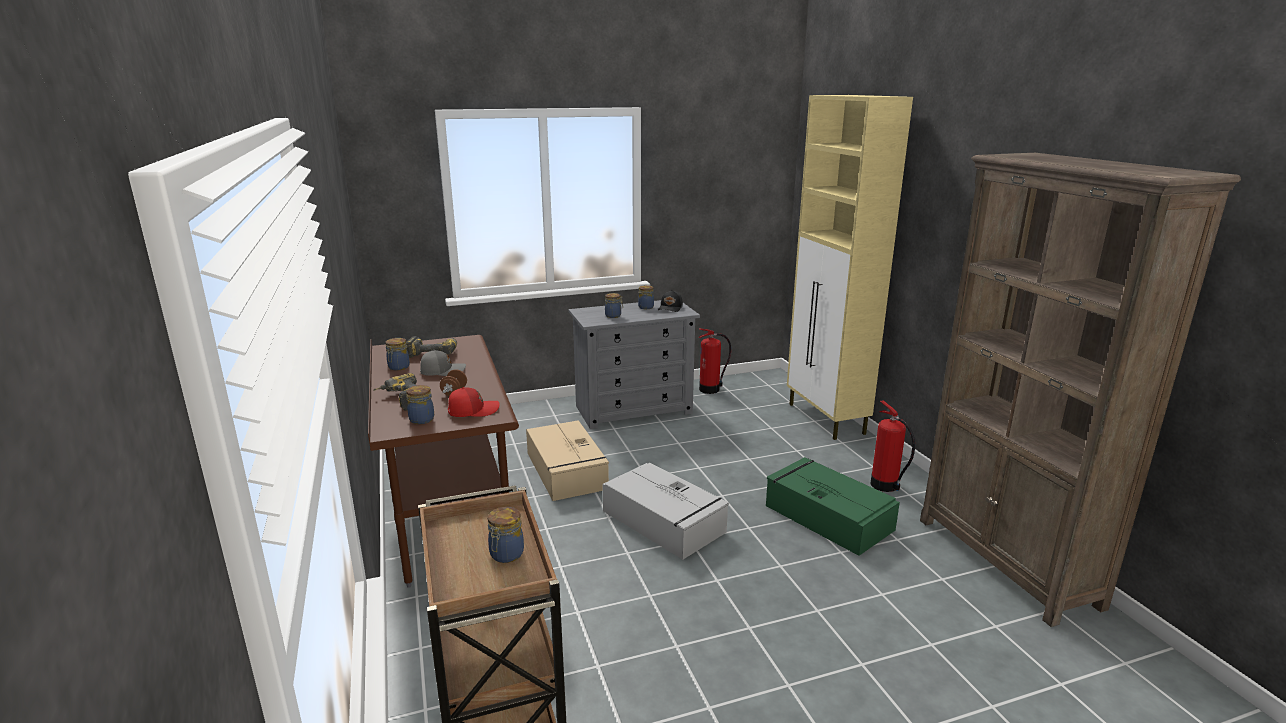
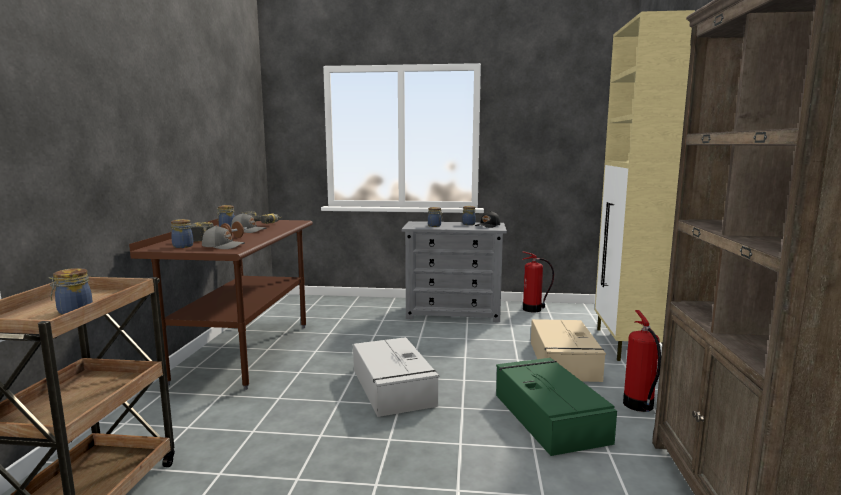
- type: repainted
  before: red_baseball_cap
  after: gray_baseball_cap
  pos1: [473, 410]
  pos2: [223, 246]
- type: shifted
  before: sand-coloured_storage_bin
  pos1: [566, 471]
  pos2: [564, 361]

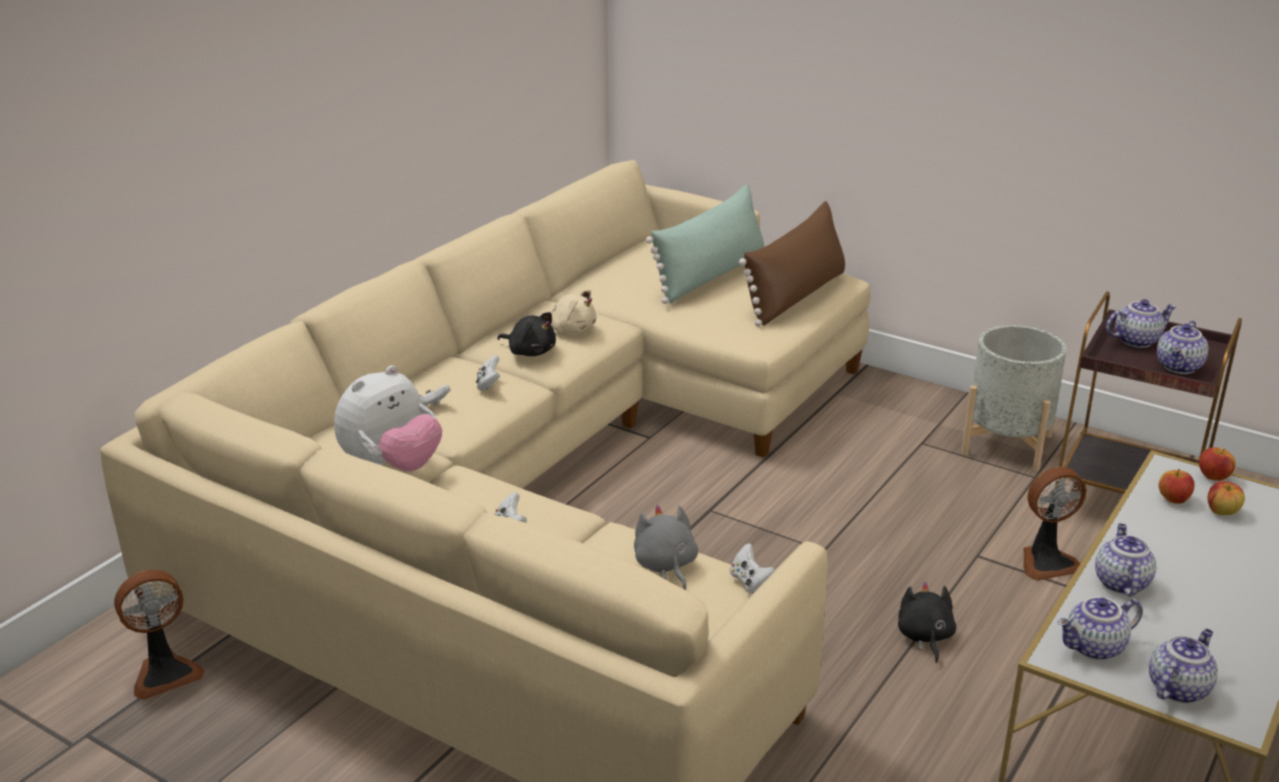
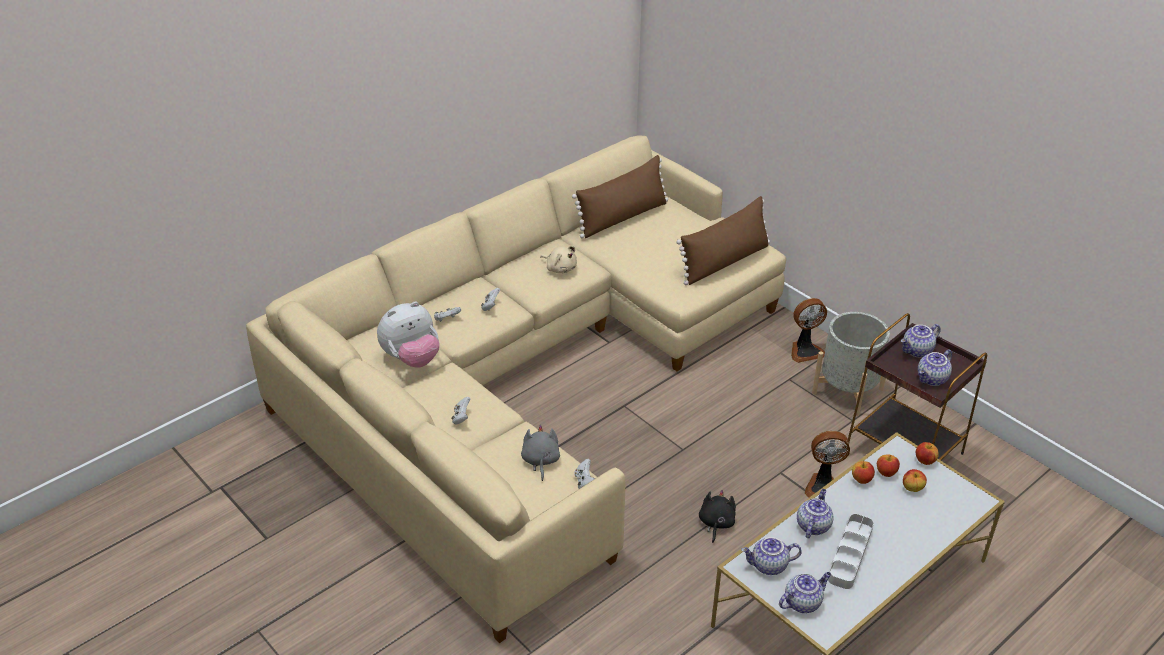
- type: gone
  before: greenish_cushion
  pos1: [711, 276]
- type: rotated
  before: pot_for_tea
  pos1: [1136, 340]
  pos2: [917, 351]
  turn: 150
- type: gone
  before: black_cuddly_toy
  pos1: [530, 351]
- type: shifted
  before: electric_fan
  pos1: [165, 673]
  pos2: [805, 350]
- type: new
  after: brown-coloured_cushion
  pos2: [622, 217]
- type: new
  after: apple
  pos2: [861, 479]
- type: new
  after: gray_carrying_tray
  pos2: [850, 554]

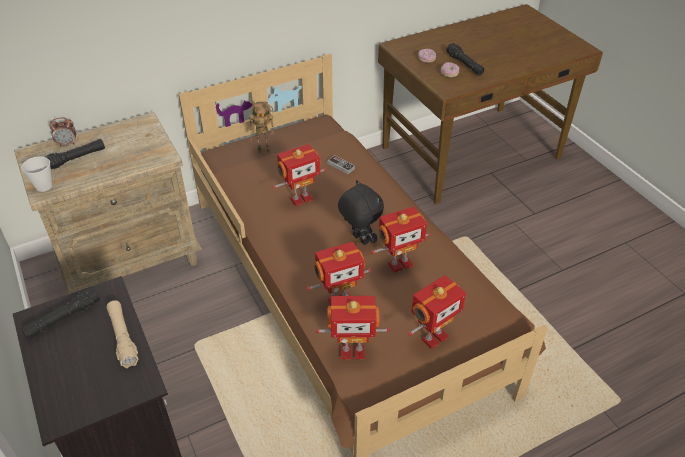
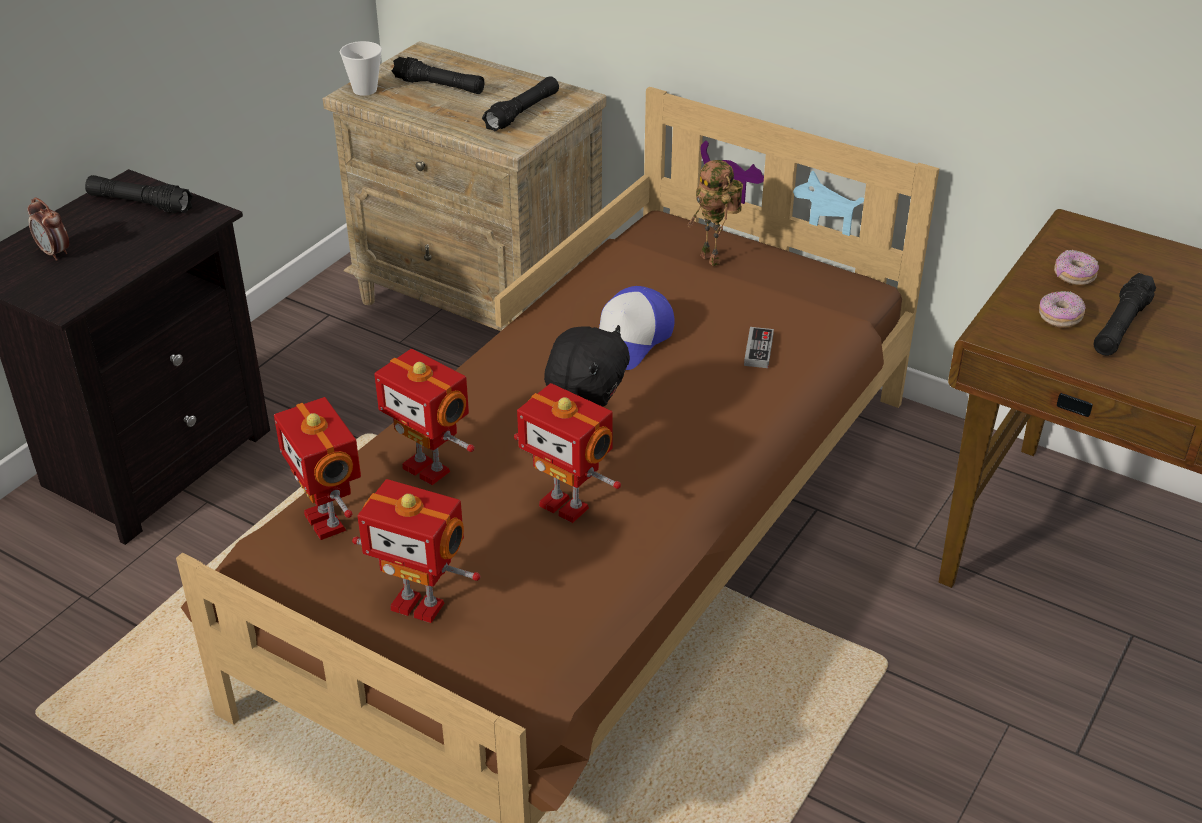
- type: shifted
  before: alarm_clock
  pos1: [67, 144]
  pos2: [55, 253]
- type: swapped
  before: toy_robot
  after: baseball_cap
  pos1: [300, 198]
  pos2: [630, 340]
- type: gone
  before: sand-coloured_hand_torch
  pos1: [123, 337]
- type: new
  after: black_hand_torch
  pos2: [522, 112]

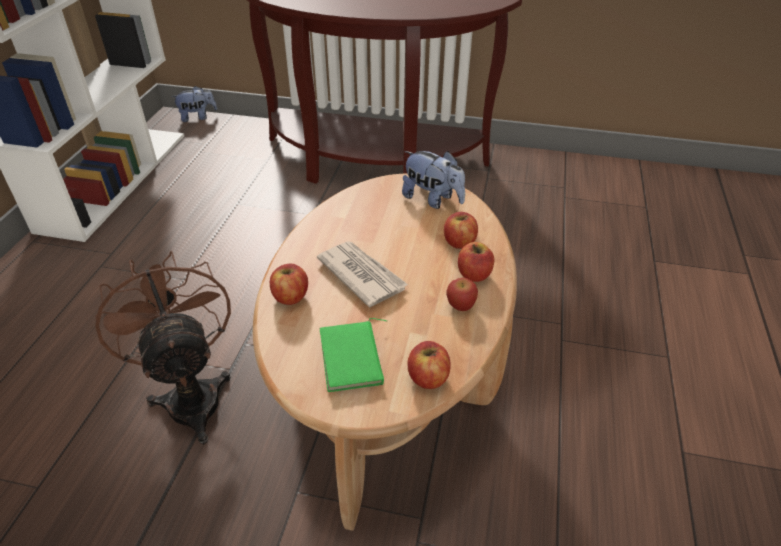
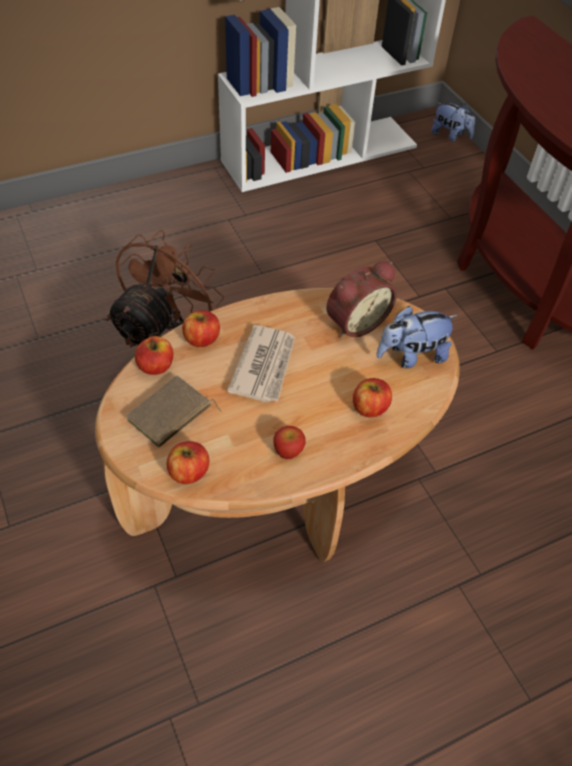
- type: rotated
  before: cuddly_toy
  pos1: [432, 199]
  pos2: [411, 356]
  turn: 75
- type: shifted
  before: apple
  pos1: [474, 274]
  pos2: [156, 366]
- type: repainted
  before: greenish_book
  after: brown-coloured_book
  pos1: [354, 359]
  pos2: [171, 415]
- type: new
  after: alarm_clock
  pos2: [355, 322]

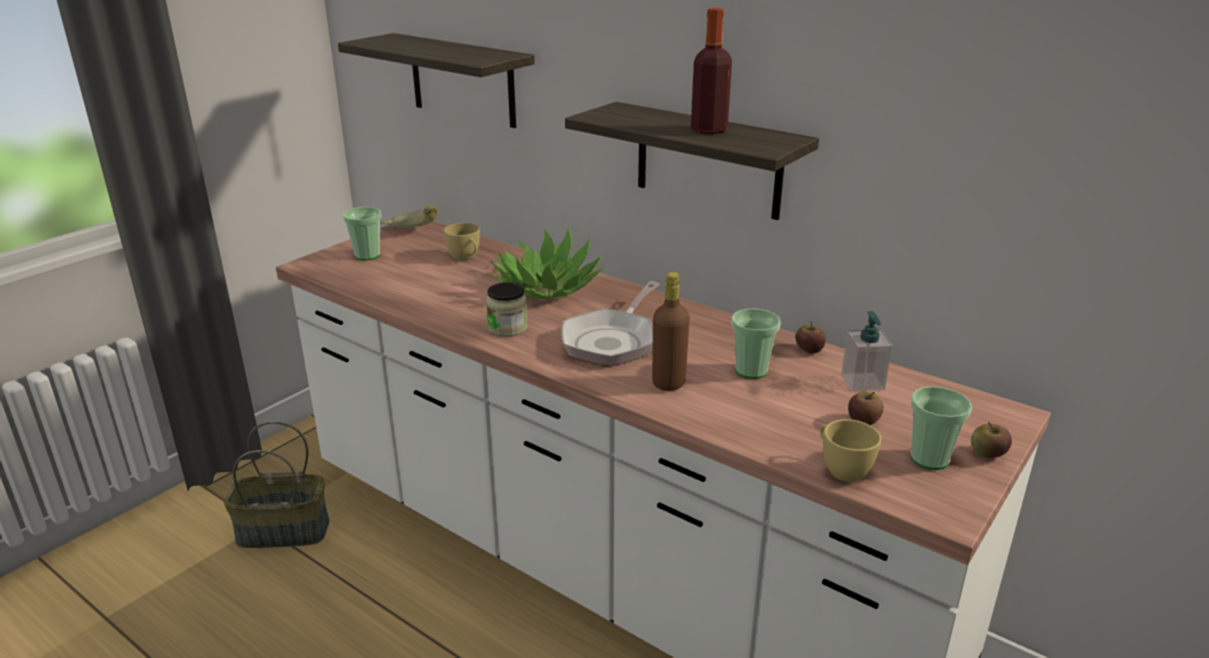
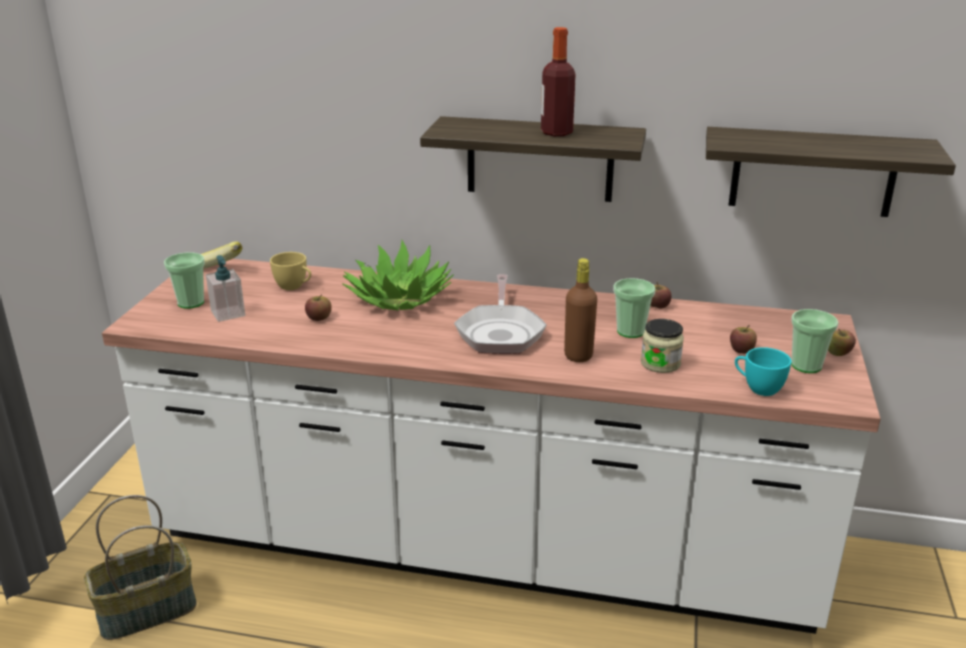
- type: shifted
  before: bracket_shelf
  pos1: [462, 80]
  pos2: [813, 172]
- type: shifted
  before: preserve_jar
  pos1: [507, 328]
  pos2: [660, 363]
- type: shifted
  before: soap_bottle
  pos1: [862, 382]
  pos2: [228, 313]
- type: repainted
  before: yellowish_drinking_cup
  after: turquoise-coloured_drinking_cup
  pos1: [841, 469]
  pos2: [758, 388]
- type: new
  after: apple
  pos2: [319, 318]

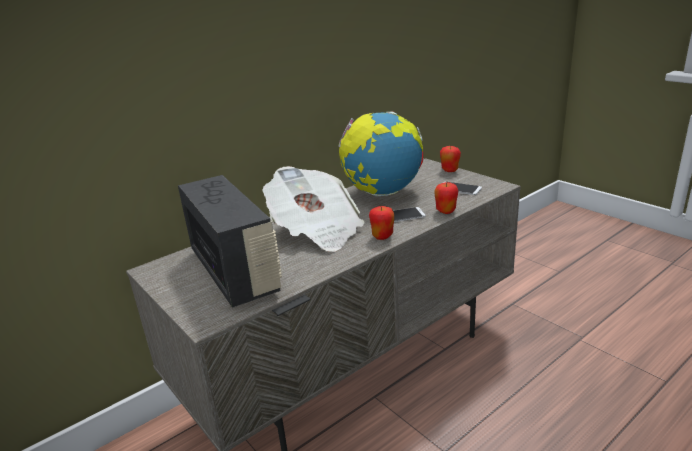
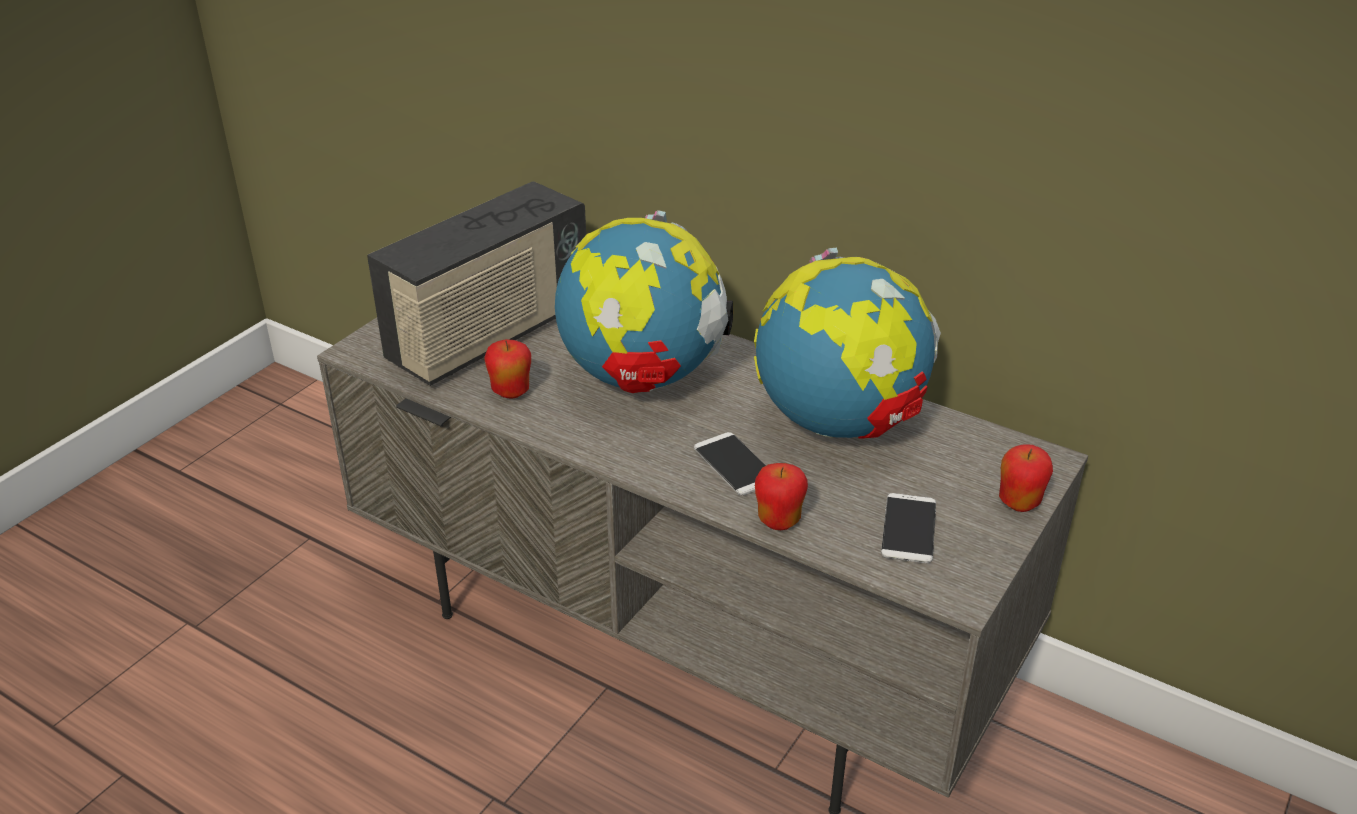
- type: swapped
  before: newspaper
  after: desk_globe
  pos1: [316, 231]
  pos2: [642, 379]
- type: shifted
  before: apple
  pos1: [382, 236]
  pos2: [511, 392]

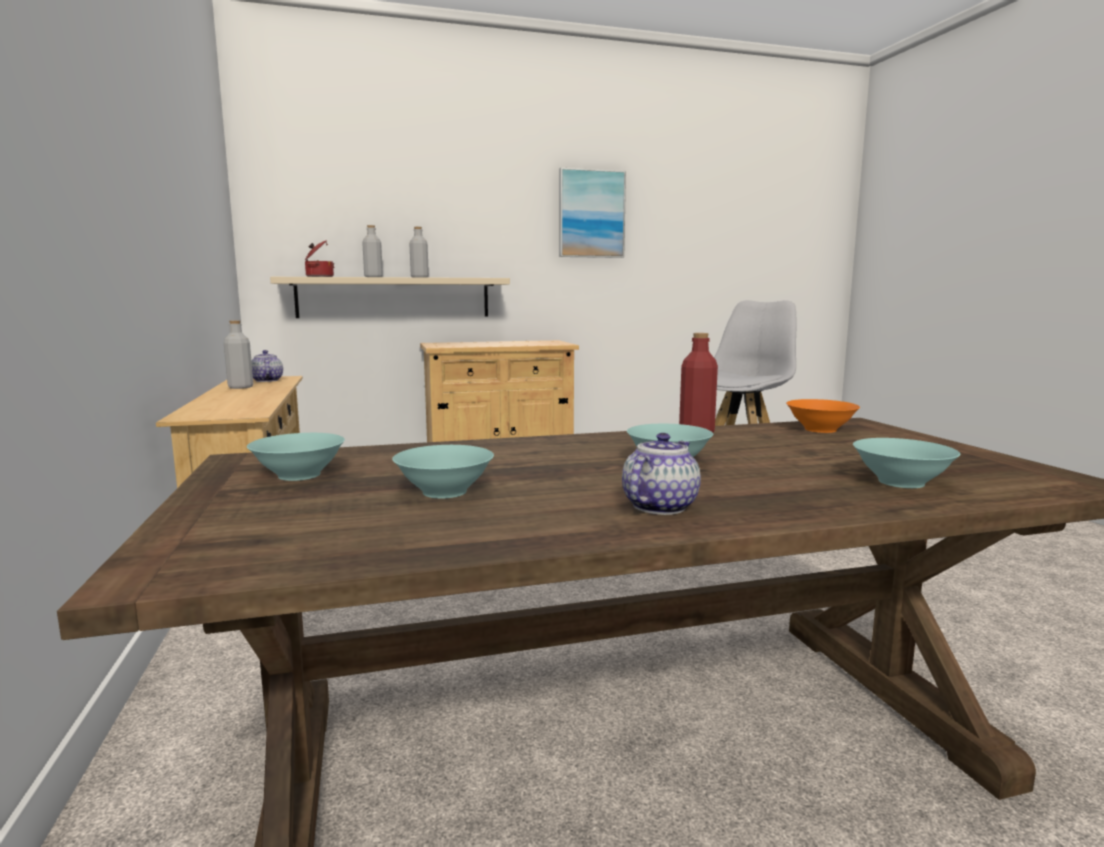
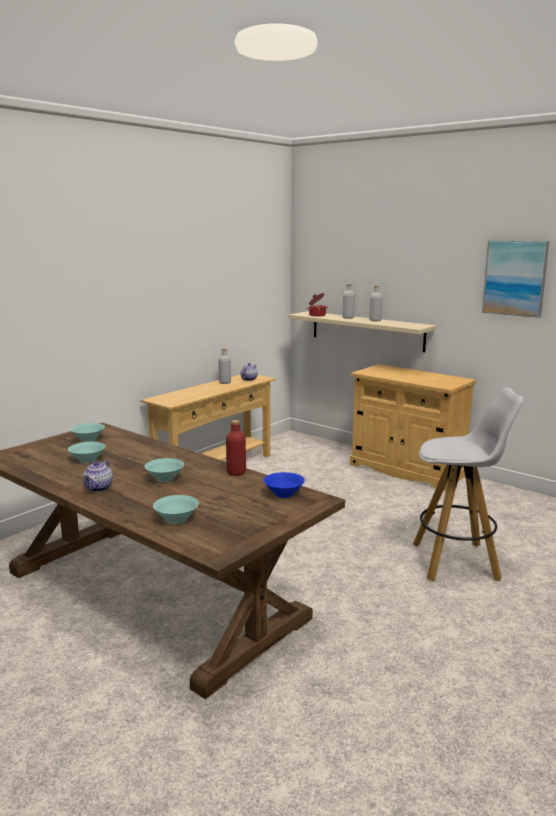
- type: repainted
  before: orangey_serving_bowl
  after: blue_serving_bowl
  pos1: [820, 430]
  pos2: [283, 494]
- type: rotated
  before: pot_for_tea
  pos1: [659, 506]
  pos2: [98, 488]
  turn: 105

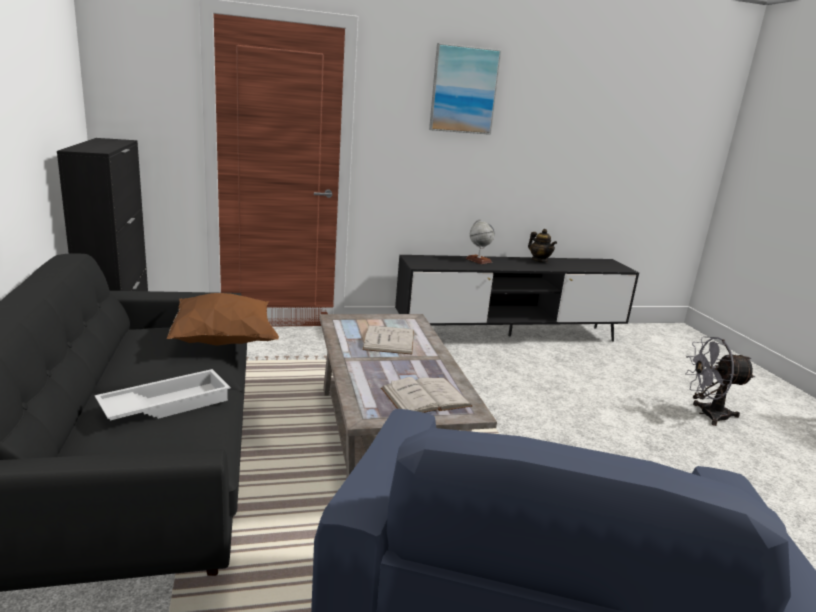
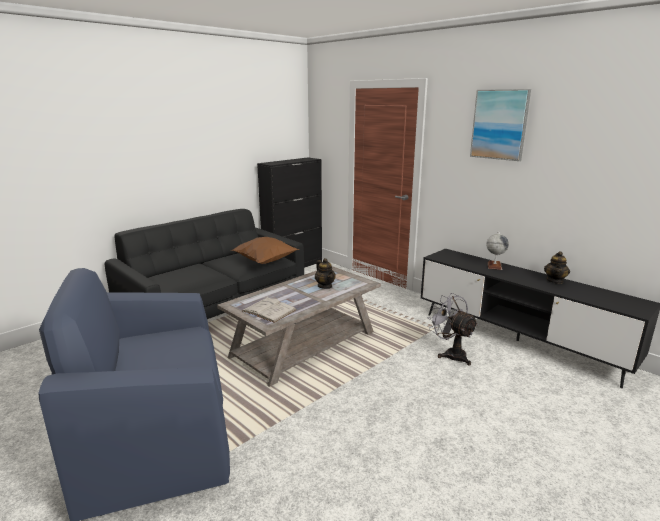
- type: swapped
  before: white-coloured_book
  after: pot_for_tea
  pos1: [389, 340]
  pos2: [325, 286]
- type: shifted
  before: gray_electric_fan
  pos1: [707, 414]
  pos2: [451, 354]
- type: gone
  before: white-coloured_carrying_tray
  pos1: [166, 404]

